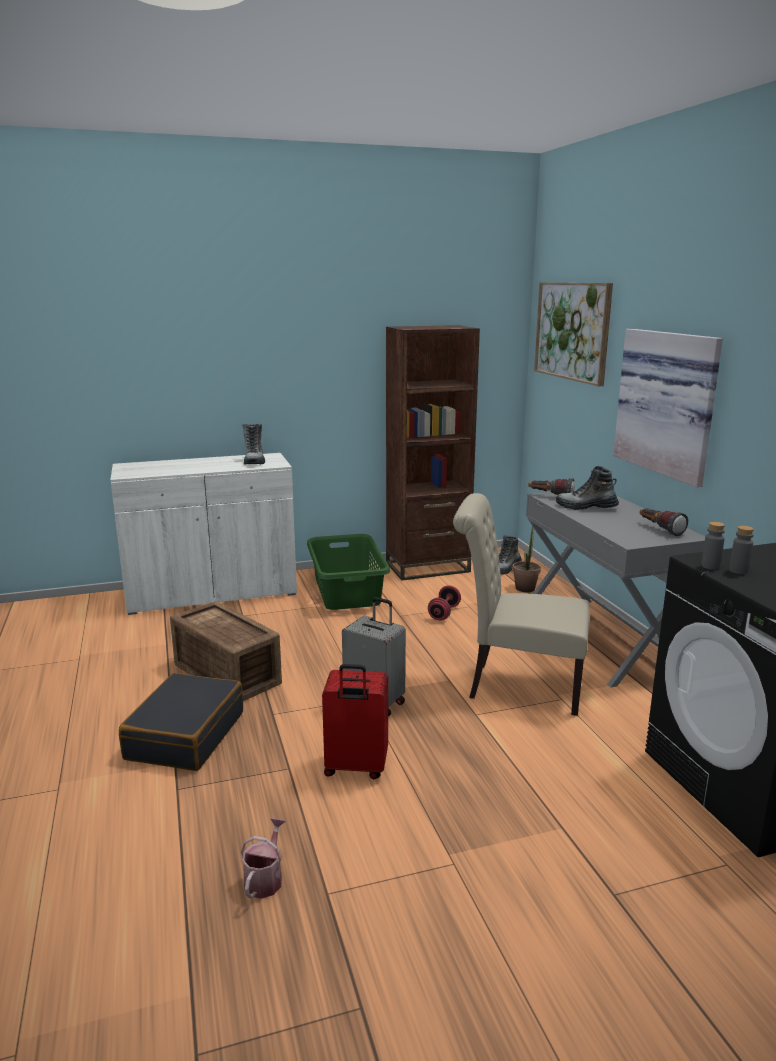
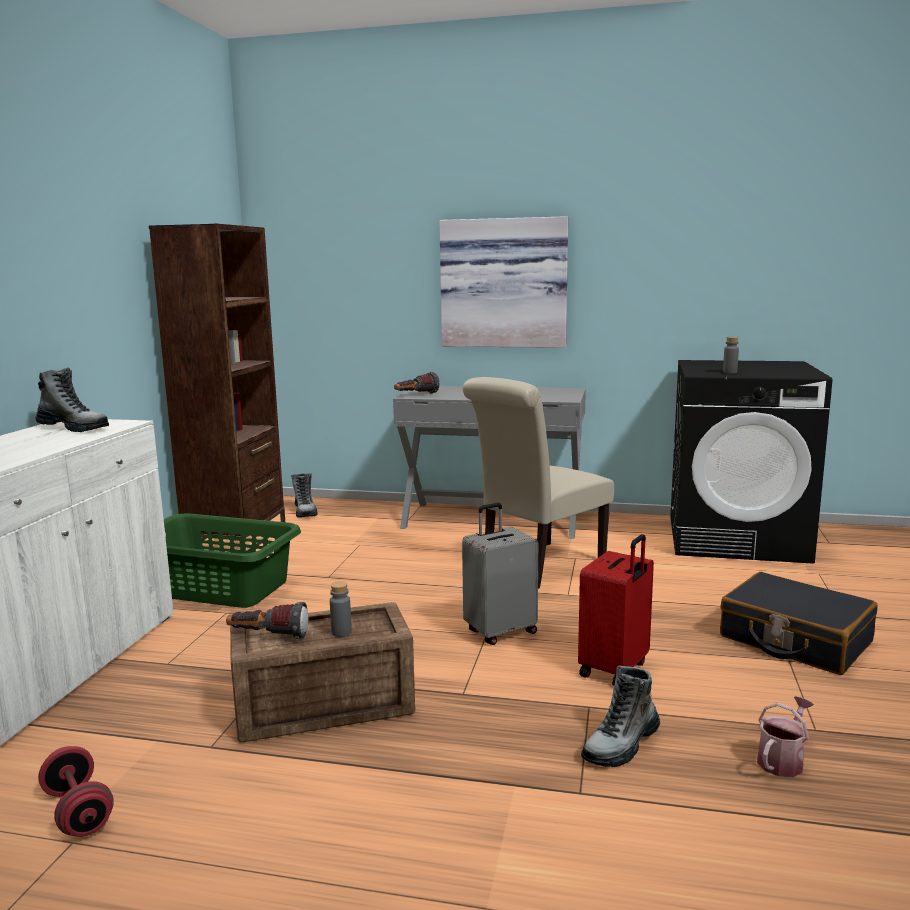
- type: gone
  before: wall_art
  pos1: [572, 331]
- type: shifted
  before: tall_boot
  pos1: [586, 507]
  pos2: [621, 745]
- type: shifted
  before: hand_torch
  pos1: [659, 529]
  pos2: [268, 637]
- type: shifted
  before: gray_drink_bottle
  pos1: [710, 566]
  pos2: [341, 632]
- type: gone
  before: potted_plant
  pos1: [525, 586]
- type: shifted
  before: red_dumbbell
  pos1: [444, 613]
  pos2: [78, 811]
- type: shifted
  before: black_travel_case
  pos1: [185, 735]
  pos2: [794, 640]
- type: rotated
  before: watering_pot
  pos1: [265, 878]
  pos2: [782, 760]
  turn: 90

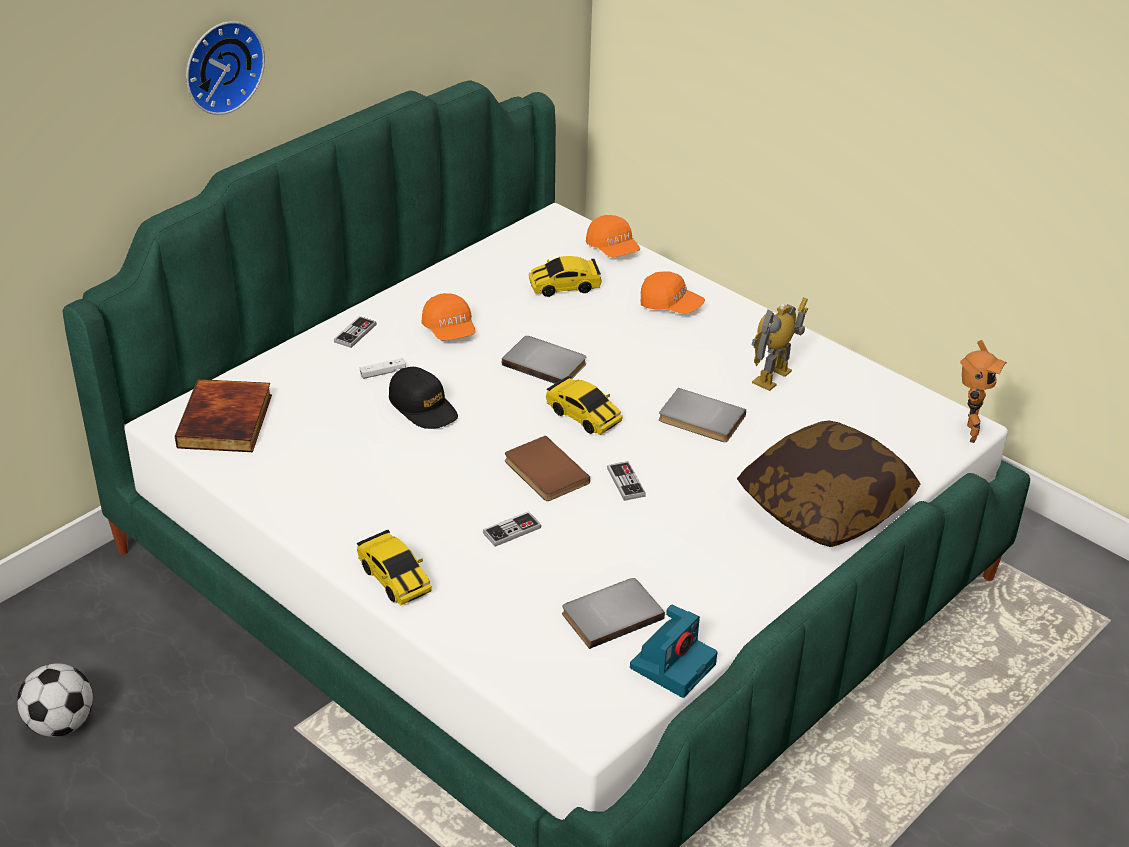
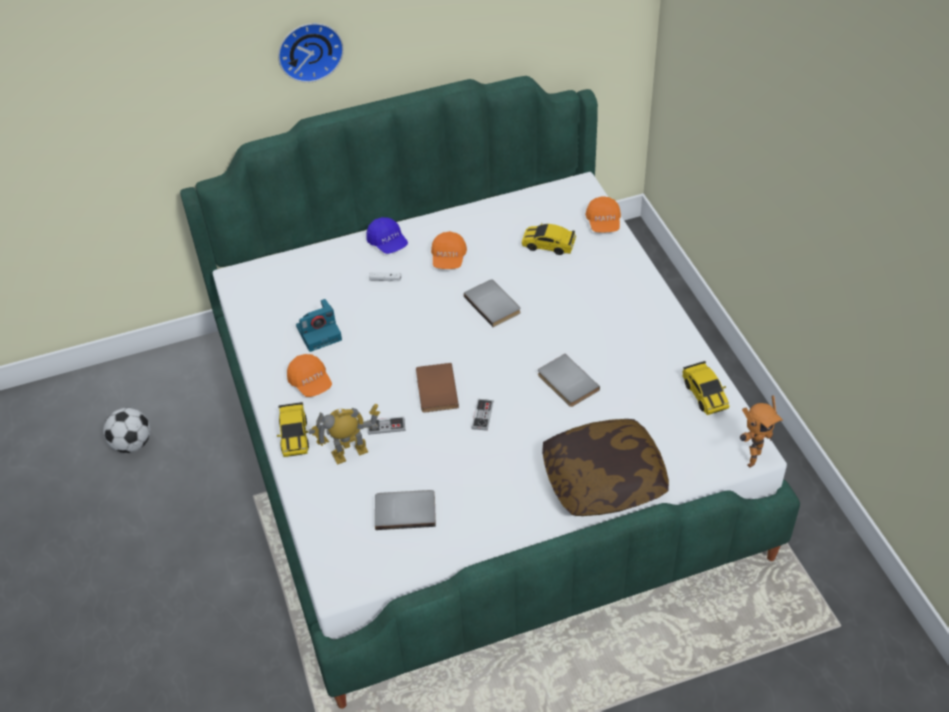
- type: shifted
  before: orangey_baseball_cap
  pos1: [671, 305]
  pos2: [311, 383]
- type: shifted
  before: toy_robot
  pos1: [773, 377]
  pos2: [350, 453]
- type: swapped
  before: game_controller
  after: blue_baseball_cap
  pos1: [355, 333]
  pos2: [388, 243]
- type: gone
  before: black_baseball_cap
  pos1: [423, 407]
- type: shifted
  before: toy_car
  pos1: [583, 416]
  pos2: [704, 394]
- type: gone
  before: book
  pos1: [227, 421]
- type: shifted
  before: photo_camera
  pos1: [673, 664]
  pos2: [320, 333]

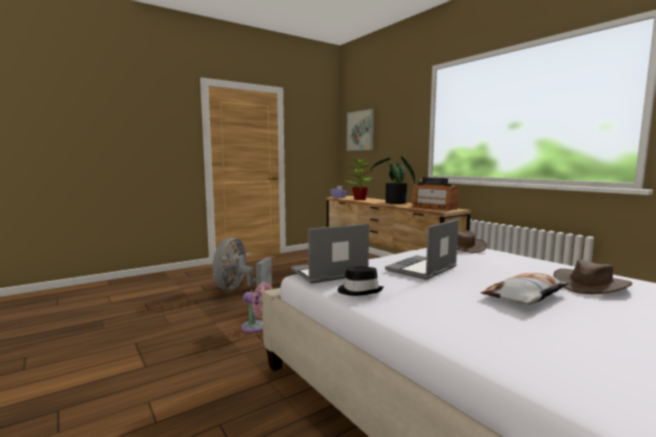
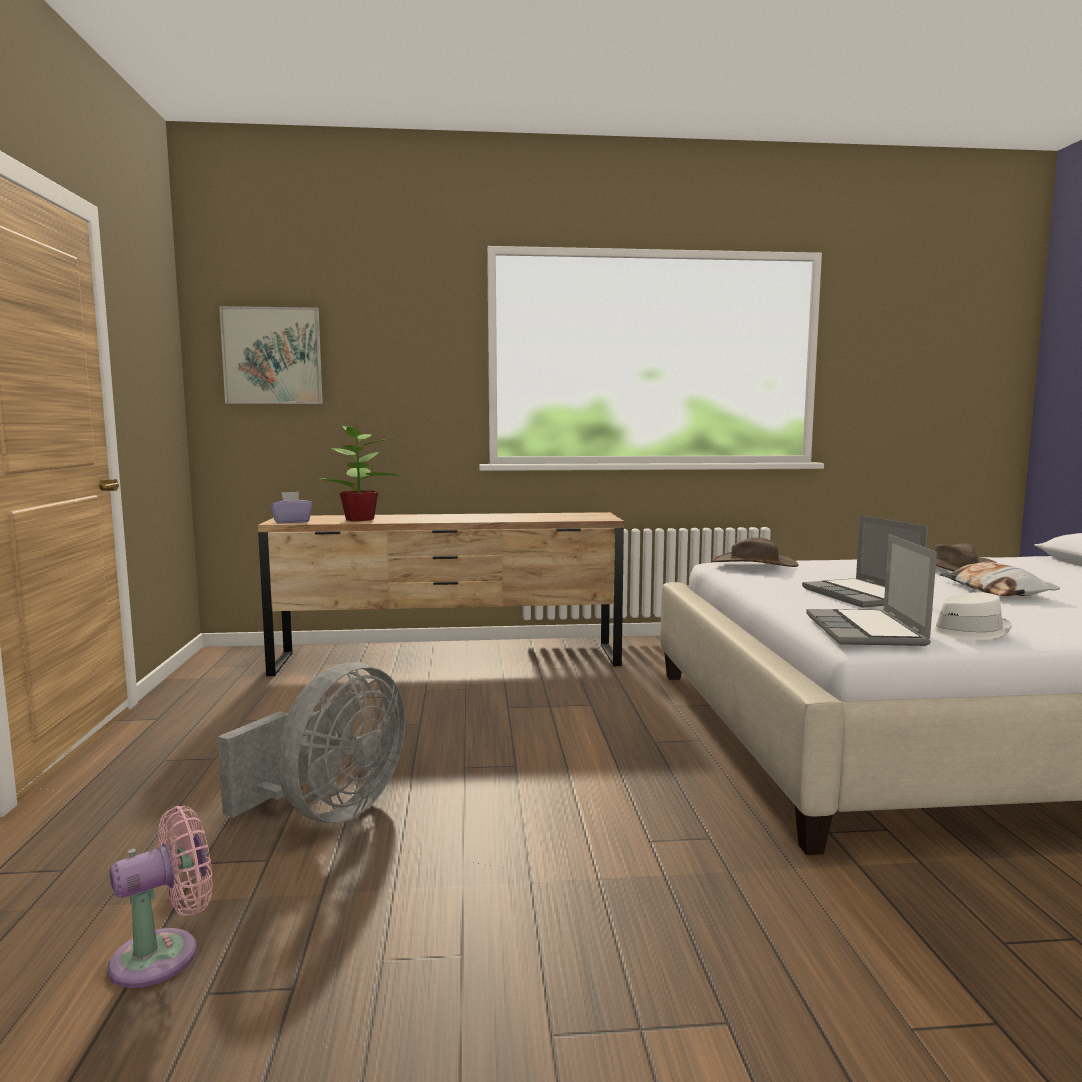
- type: gone
  before: potted_plant
  pos1: [394, 203]
- type: gone
  before: radio_set
  pos1: [434, 208]
- type: rotated
  before: gray_electric_fan
  pos1: [238, 289]
  pos2: [329, 811]
  turn: -105
- type: repainted
  before: black_wearable_hat
  after: white-coloured_wearable_hat
  pos1: [359, 291]
  pos2: [966, 632]
- type: shifted
  before: pinkish_electric_fan
  pos1: [256, 327]
  pos2: [164, 955]

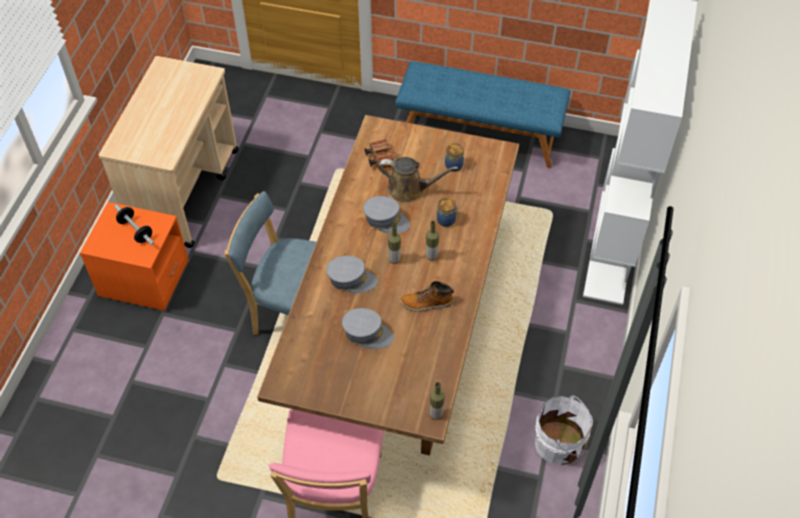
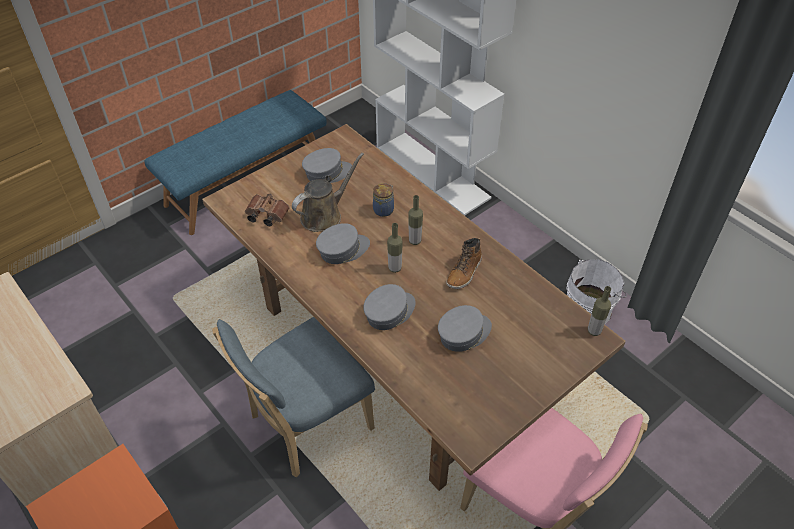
- type: swapped
  before: preserve_jar
  after: gray_baseball_cap
  pos1: [454, 165]
  pos2: [327, 172]
- type: gone
  before: dumbbell
  pos1: [136, 231]

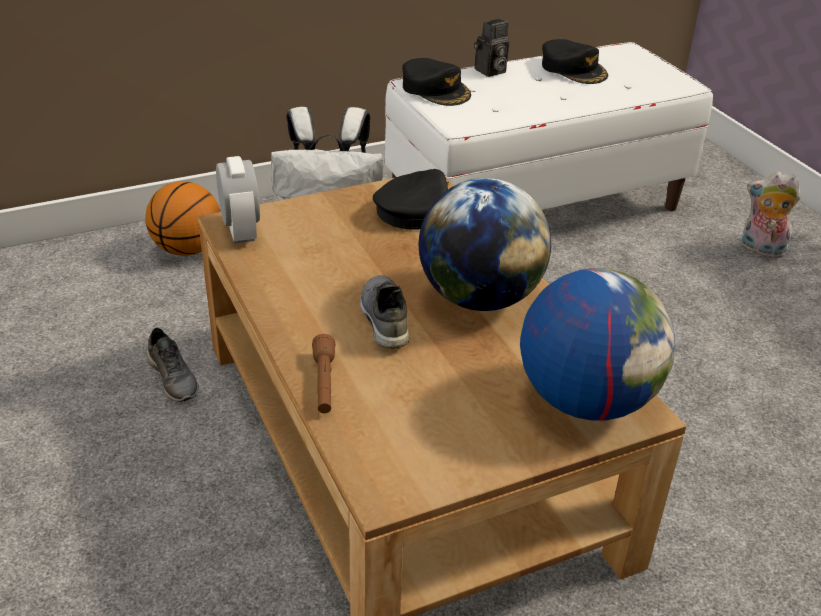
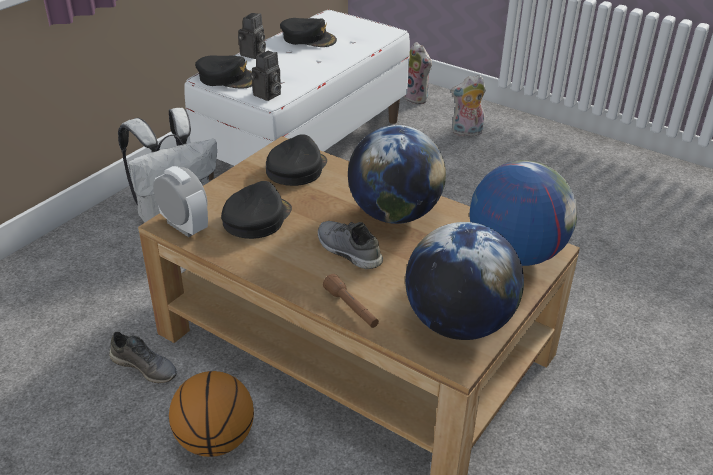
- type: shifted
  before: ball_for_basketball
  pos1: [188, 249]
  pos2: [216, 440]
- type: new
  after: cuddly_toy
  pos2: [417, 98]
- type: new
  after: photo_camera
  pos2: [267, 95]
- type: new
  after: black_baseball_cap
  pos2: [256, 218]
- type: new
  after: desk_globe
  pos2: [458, 324]

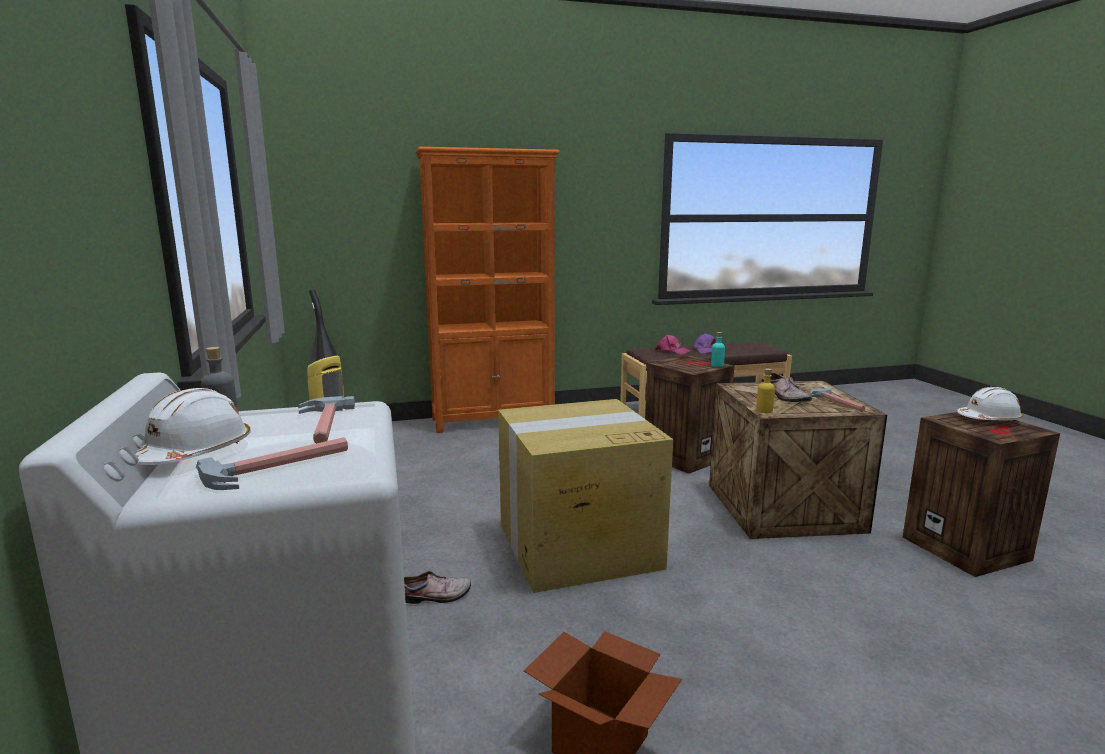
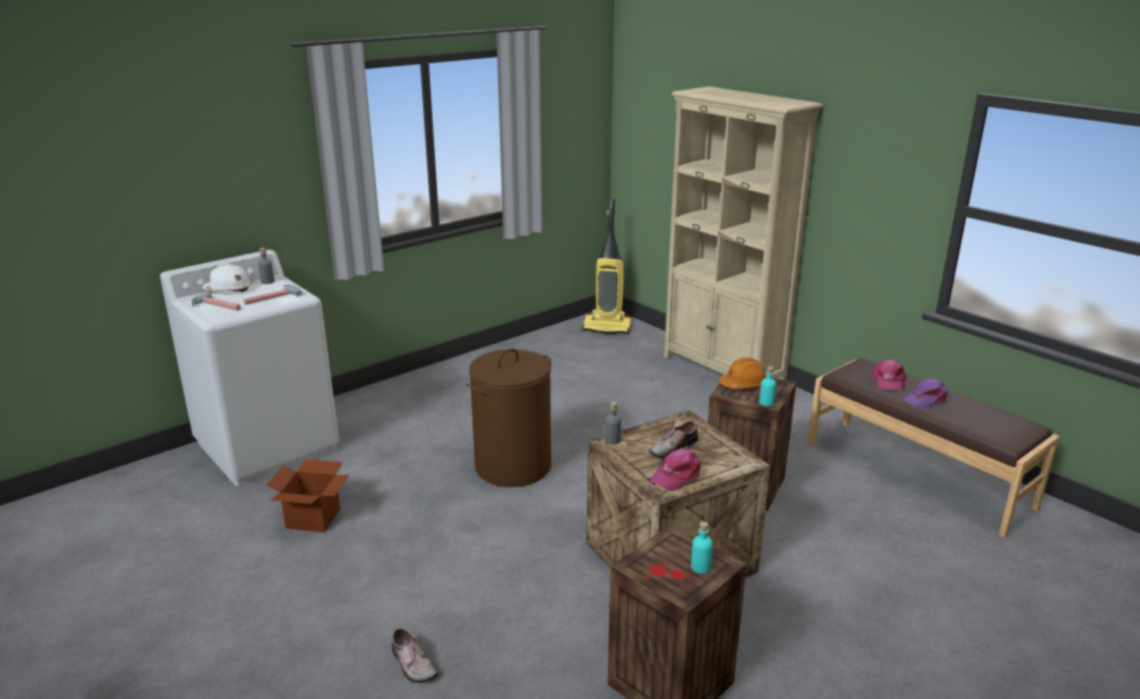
- type: repainted
  before: orangey_bookcase
  after: sand-coloured_bookcase
  pos1: [494, 420]
  pos2: [723, 370]
- type: repainted
  before: yellowish_drink_bottle
  after: gray_drink_bottle
  pos1: [764, 410]
  pos2: [612, 440]
- type: swapped
  before: white-coloured_safety_helmet
  after: turquoise-coloured_drink_bottle
  pos1: [989, 419]
  pos2: [700, 567]
- type: swapped
  before: hammer
  after: pinkish_baseball_cap
  pos1: [836, 403]
  pos2: [676, 475]
- type: swapped
  before: carton
  after: brown-coloured_laundry_basket
  pos1: [576, 546]
  pos2: [513, 466]
- type: shifted
  before: shoe
  pos1: [435, 596]
  pos2: [412, 664]
- type: new
  after: orangey_safety_helmet
  pos2: [743, 384]

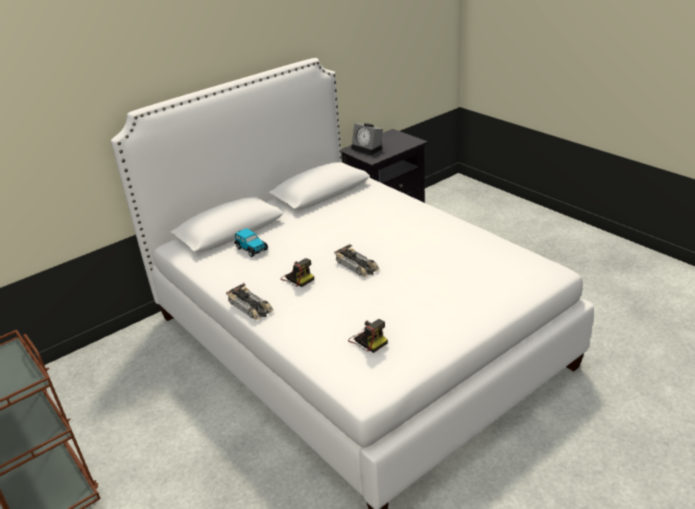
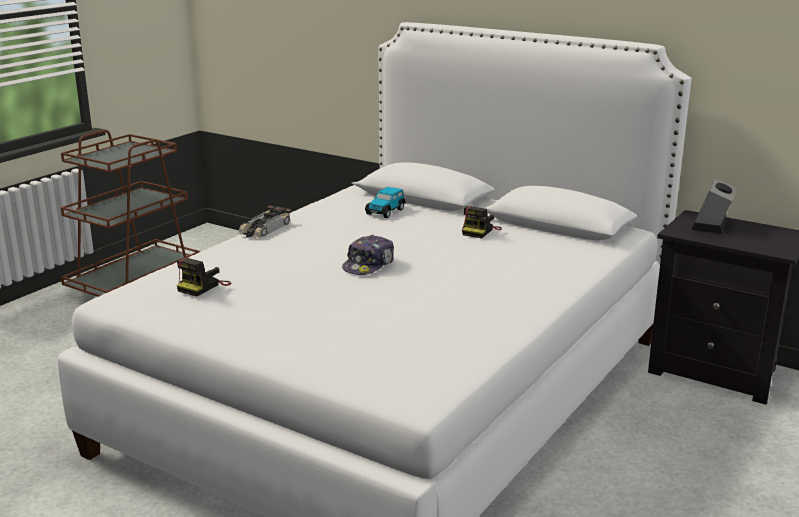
- type: swapped
  before: toy_car
  after: baseball_cap
  pos1: [357, 266]
  pos2: [369, 265]
- type: shifted
  before: photo_camera
  pos1: [297, 278]
  pos2: [480, 231]

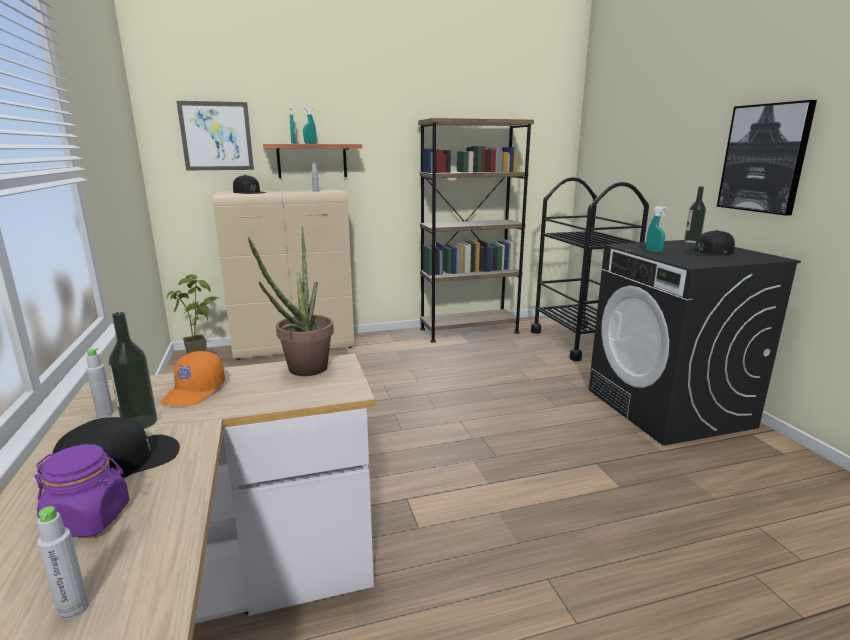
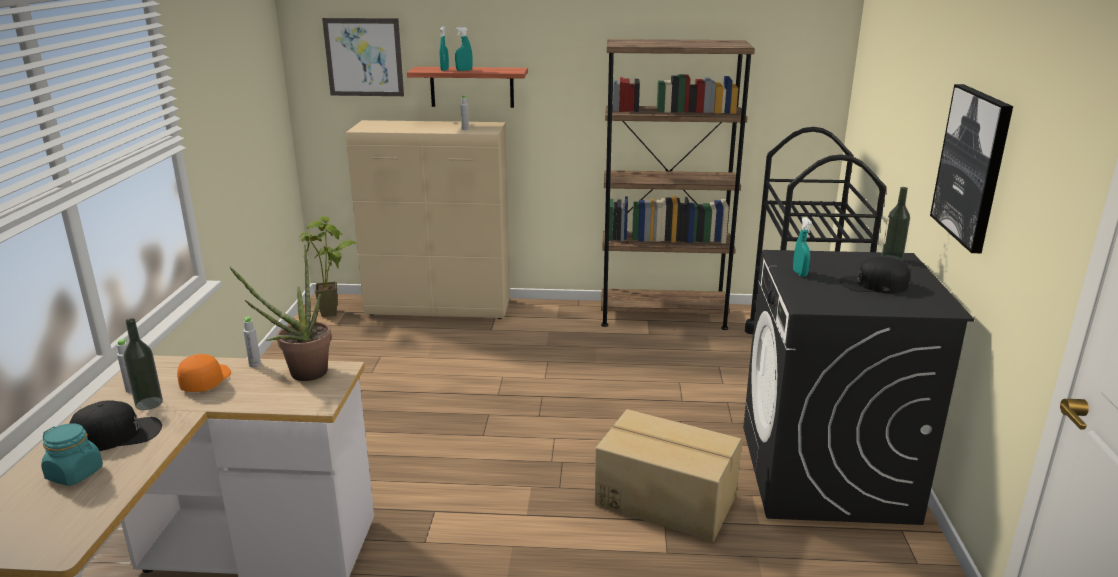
- type: gone
  before: black_baseball_cap
  pos1: [249, 192]
- type: rotated
  before: orangey_baseball_cap
  pos1: [195, 392]
  pos2: [205, 381]
  turn: 150
- type: repainted
  before: purple-coloured_preserve_jar
  after: turquoise-coloured_preserve_jar
  pos1: [89, 519]
  pos2: [75, 474]
- type: shifted
  before: gray_drink_bottle
  pos1: [73, 609]
  pos2: [255, 364]
- type: new
  after: carton
  pos2: [665, 499]

